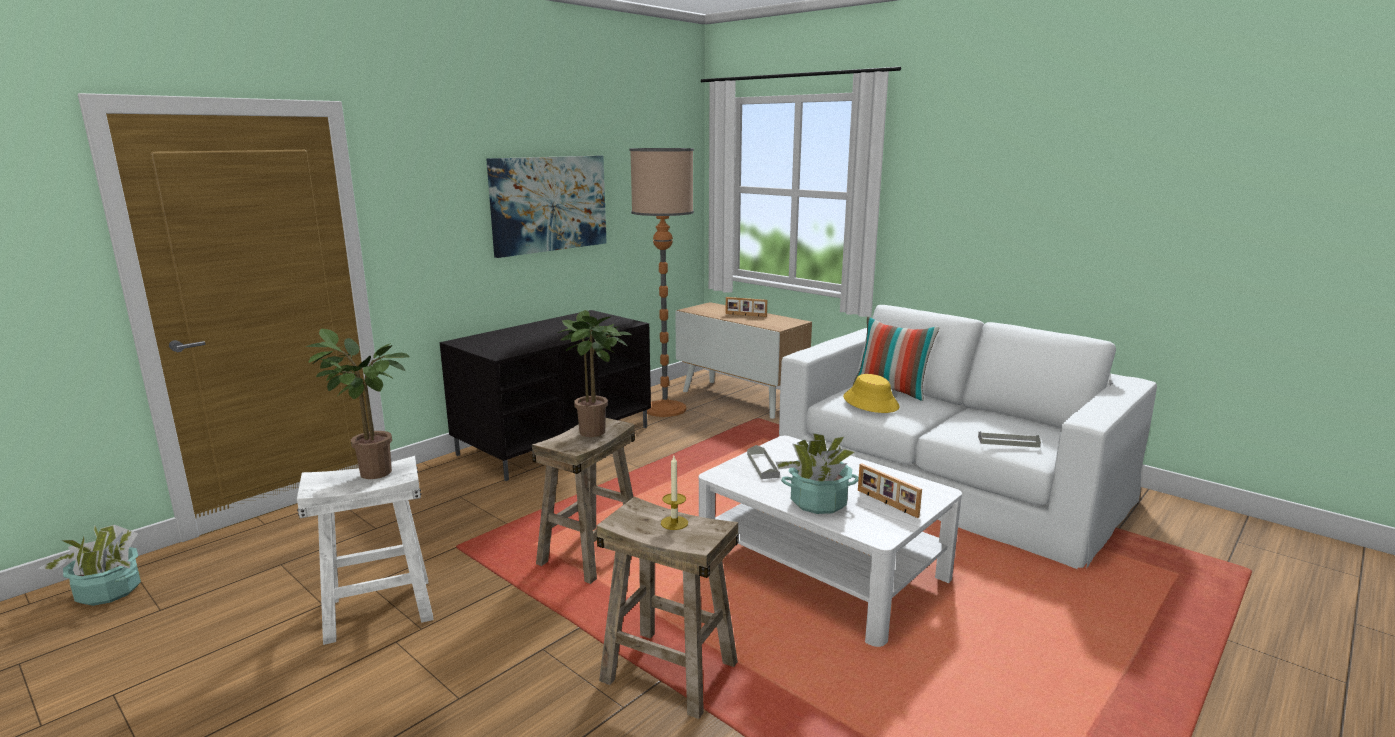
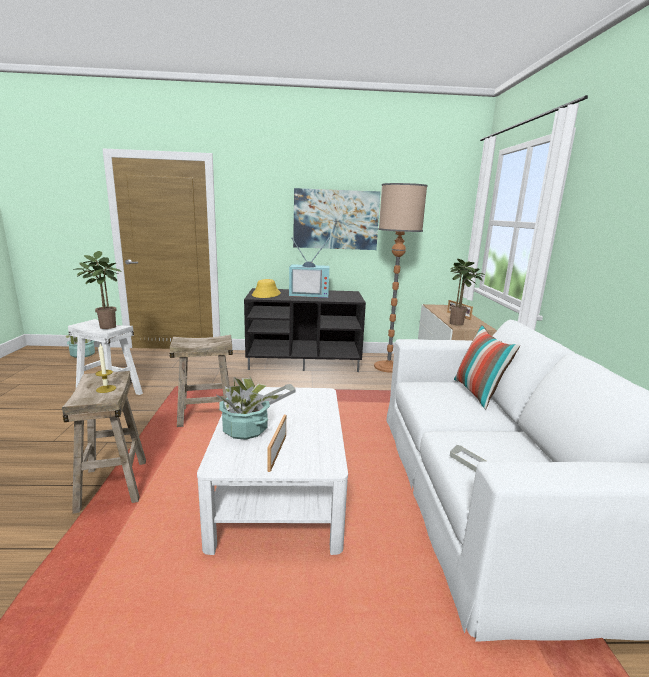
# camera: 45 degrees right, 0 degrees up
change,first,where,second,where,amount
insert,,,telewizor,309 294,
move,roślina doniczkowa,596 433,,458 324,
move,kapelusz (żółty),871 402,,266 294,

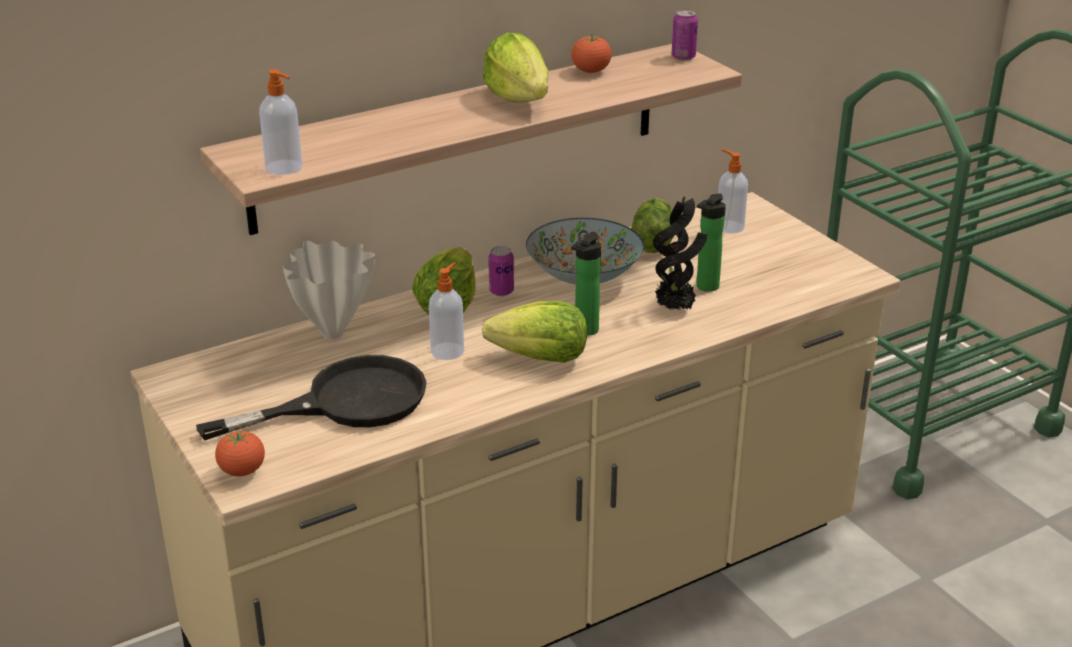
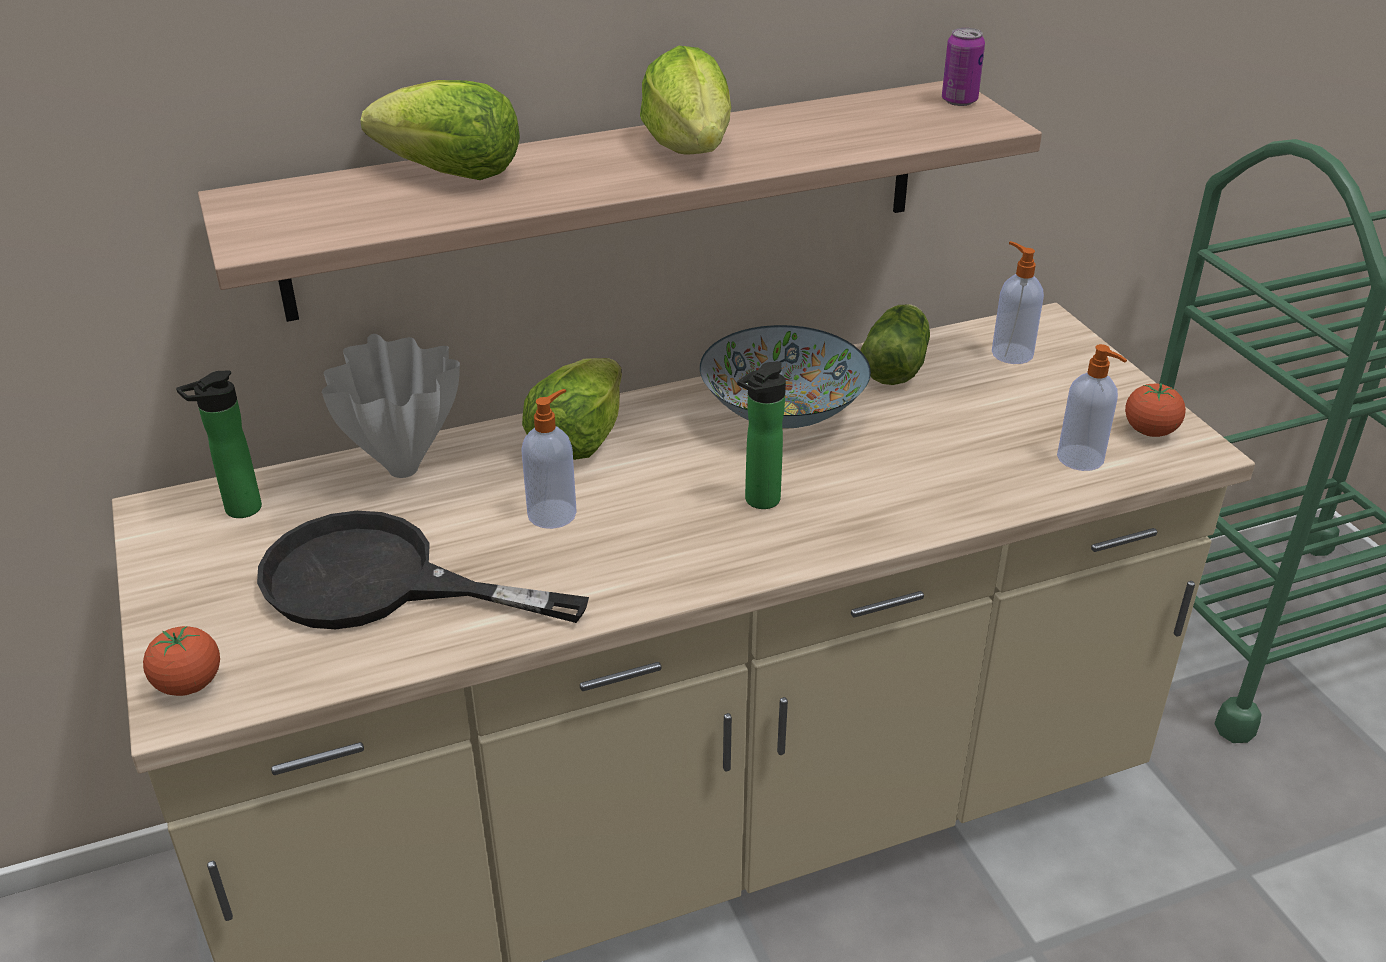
# camera: 10 degrees right, 5 degrees up
change,first,where,second,where,amount
delete,puszka,501 291,,,
delete,roślina doniczkowa,676 309,,,
move,dozownik mydła,285 168,,1081 459,
move,sałata,541 358,,452 174,
move,pomidor,591 71,,1150 431,
move,butelka,705 287,,238 510,
rotate,patelnia (czarny),346 402,,379 583,150 degrees counterclockwise

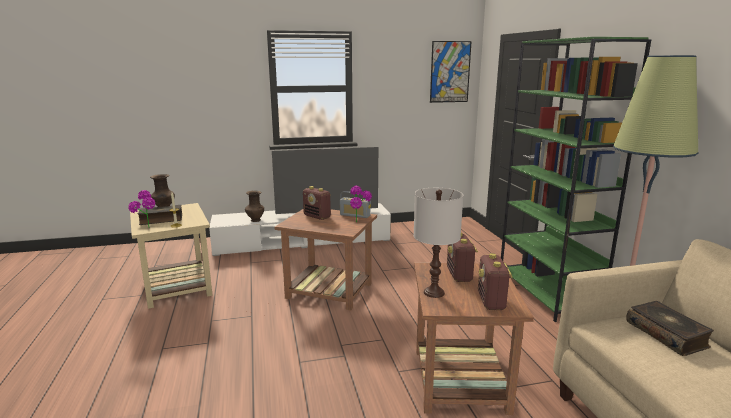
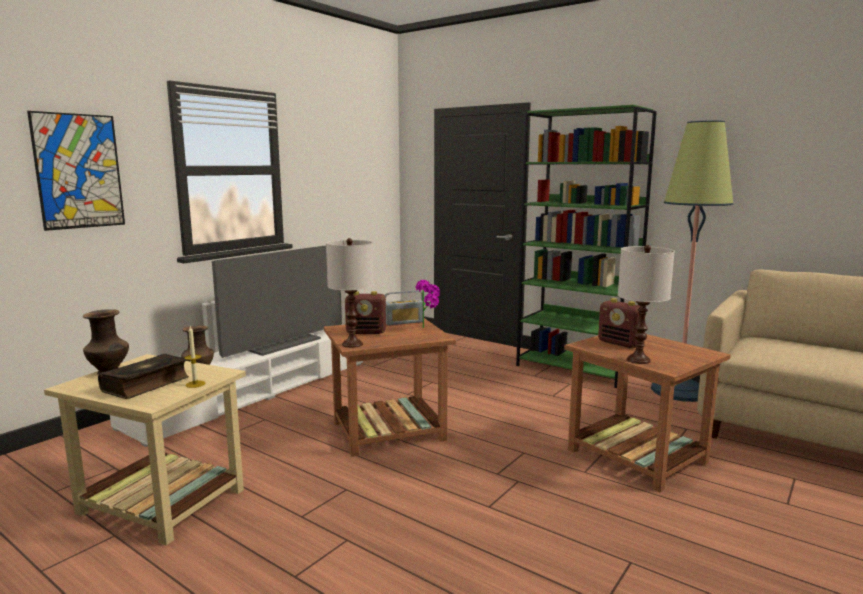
# camera: 40 degrees left, 5 degrees down
change,first,where,second,where,amount
delete,roślina doniczkowa,147 229,,,
delete,radio,491 301,,,
delete,książka,667 334,,,
insert,,,lampa stołowa (biały),352 344,
move,obraz,450 72,,79 171,

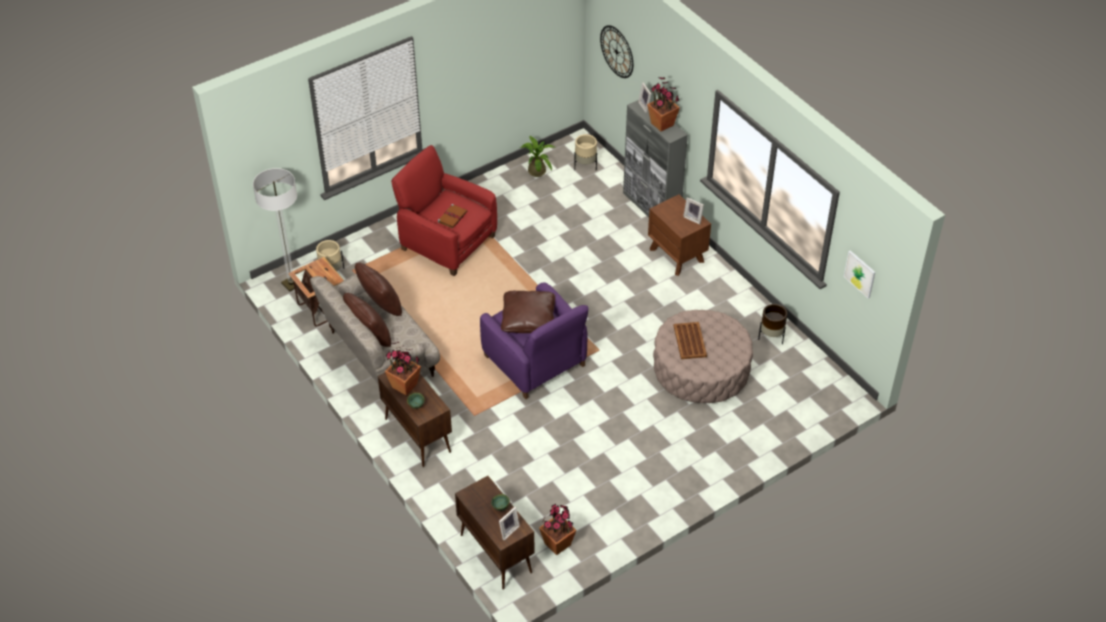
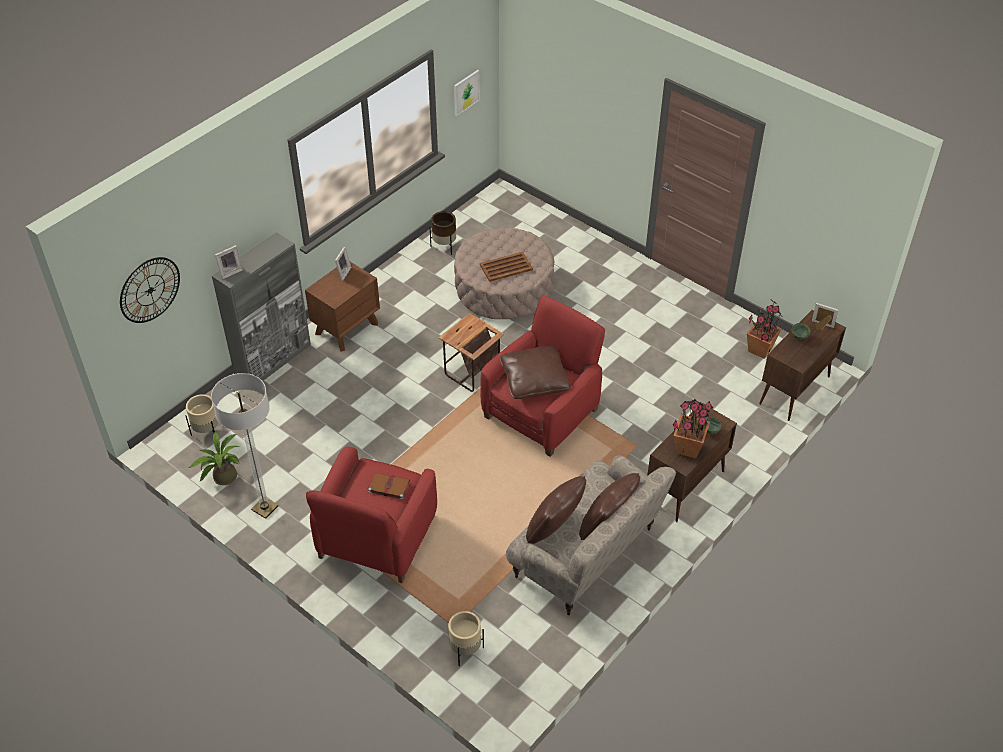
# camera: 105 degrees left, 0 degrees up
change,first,where,second,where,amount
delete,roślina doniczkowa,662 124,,,
move,lampa stojąca,291 284,,265 508,
move,stolik,321 309,,471 373,
recolor,fotel (fioletowy),535 362,fotel (czerwony),542 412,

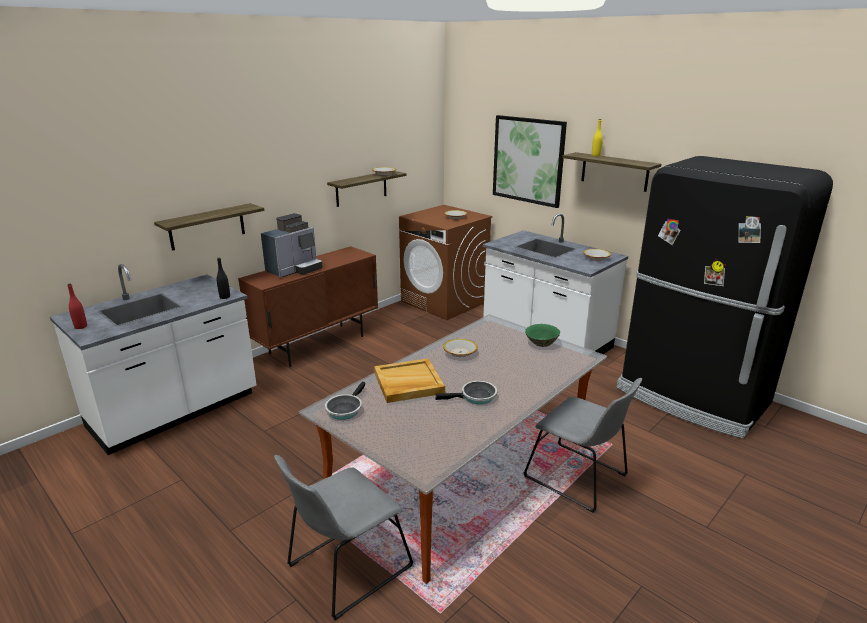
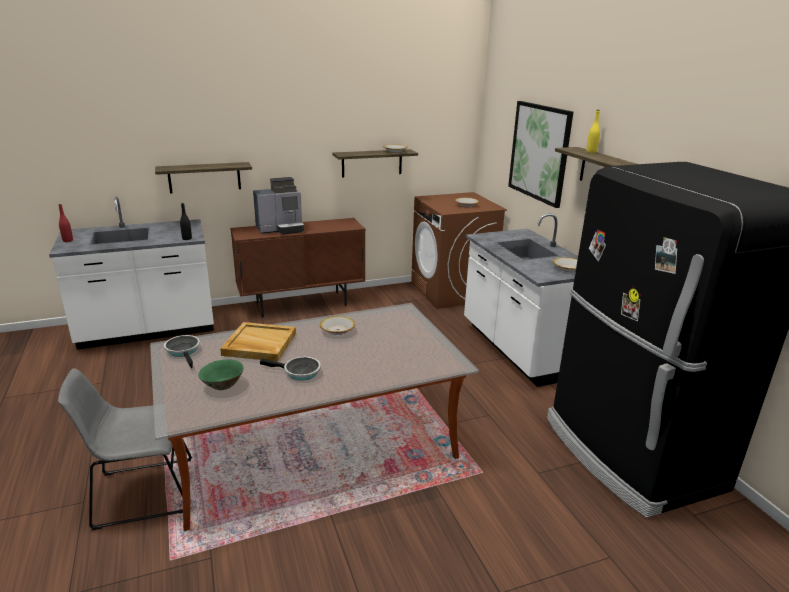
# camera: 25 degrees right, 0 degrees up
change,first,where,second,where,amount
delete,krzesło (szary),579 478,,,
move,miska (zielony),541 343,,222 384,
rotate,patelnia,345 409,,184 351,105 degrees clockwise

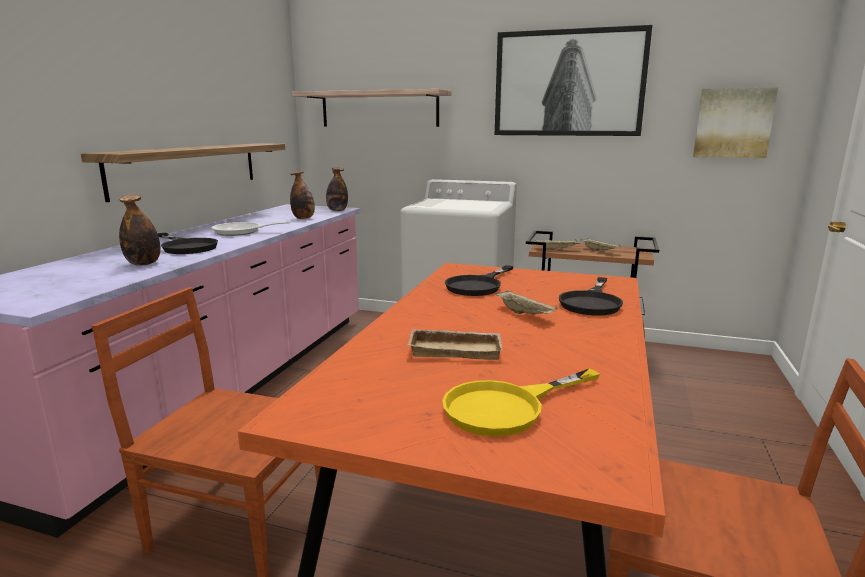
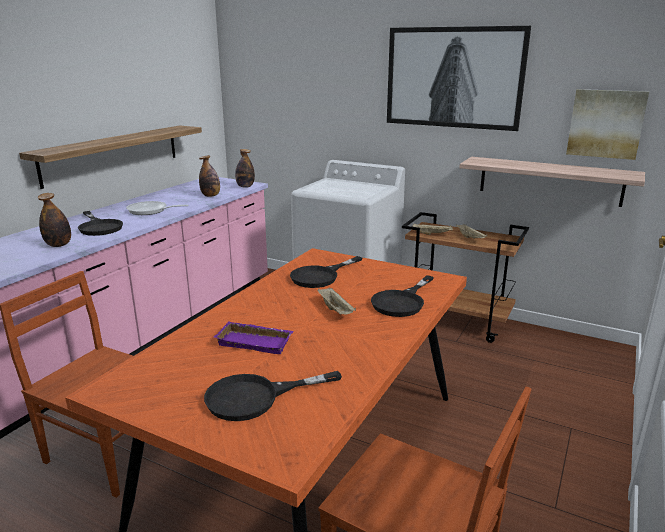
# camera: 10 degrees right, 5 degrees up
change,first,where,second,where,amount
move,półka,379 109,,549 181,
recolor,taca (beżowy),456 349,taca (fioletowy),256 341,
recolor,patelnia (żółty),507 407,patelnia (czarny),255 397,

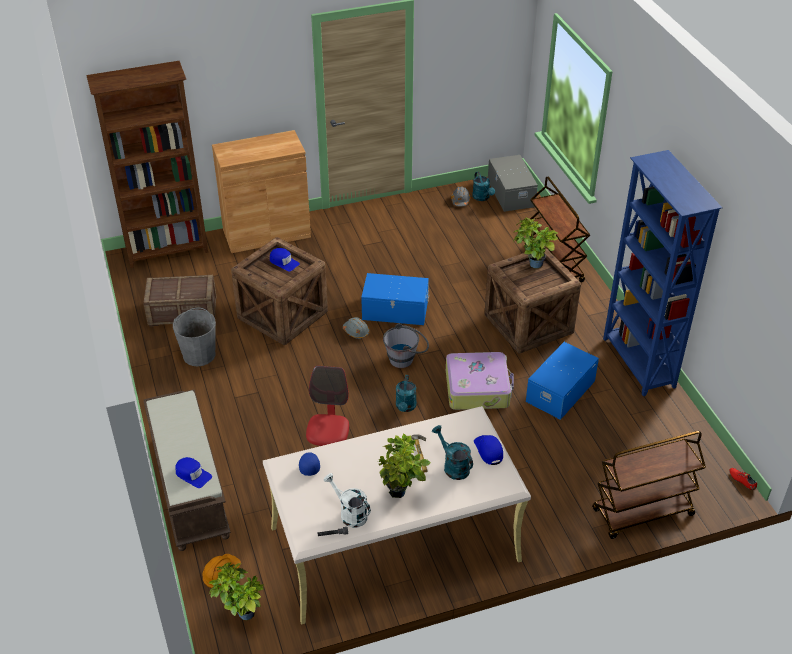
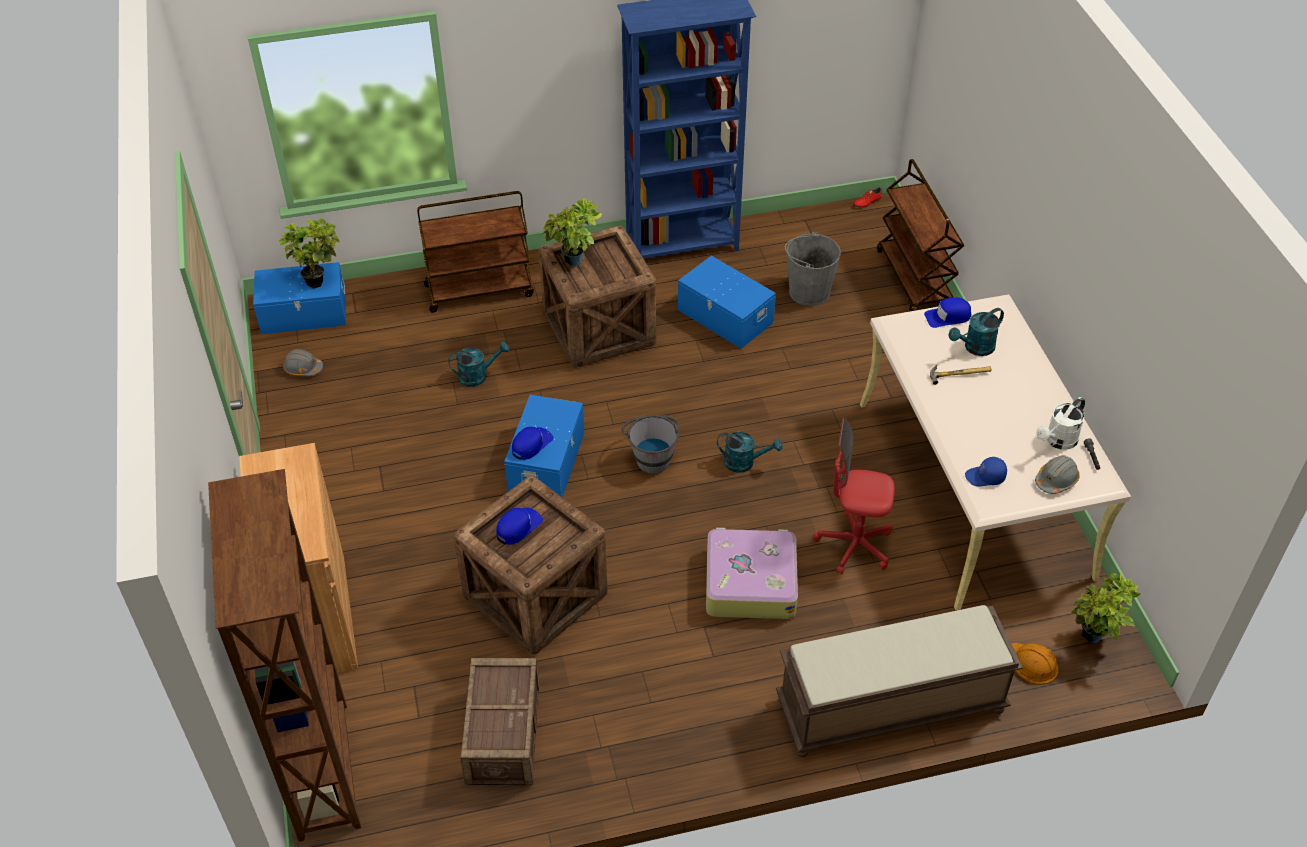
# camera: 85 degrees left, 5 degrees up
change,first,where,second,where,amount
move,wiadro (szary),199 354,,809 292,
move,czapka z daszkiem (niebieski),193 474,,531 444,
move,kask (szary),356 332,,1056 480,
move,roślina doniczkowa,401 494,,319 280,
move,walizka,478 388,,749 582,
move,konewka (turkusowy),482 198,,478 375,
recolor,pojemnik do przechowywania (szary),510 193,pojemnik do przechowywania (niebieski),304 313,

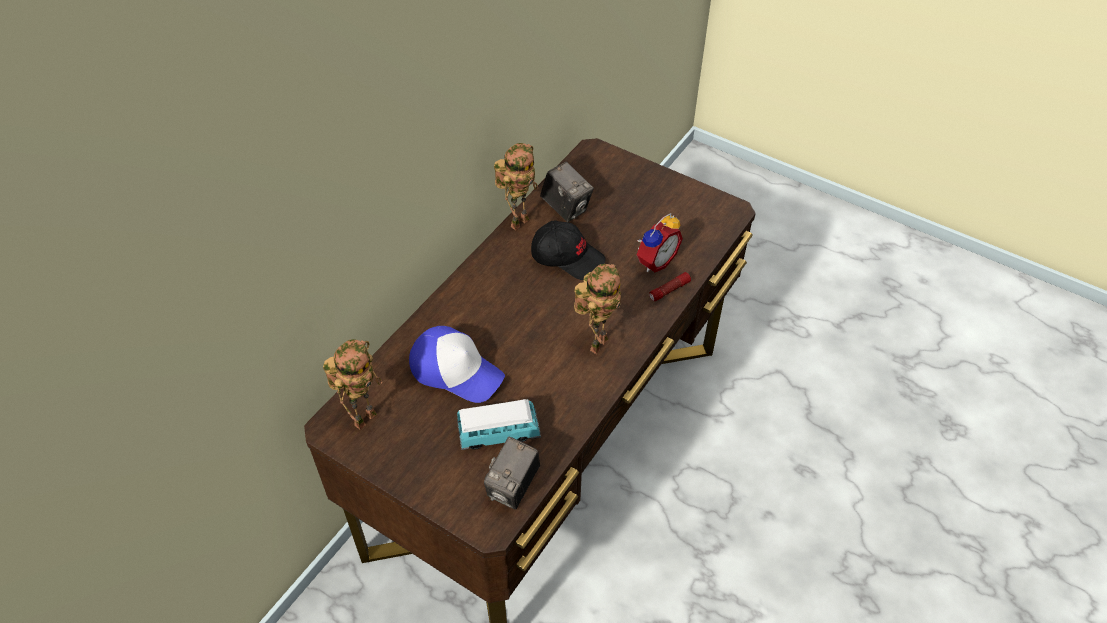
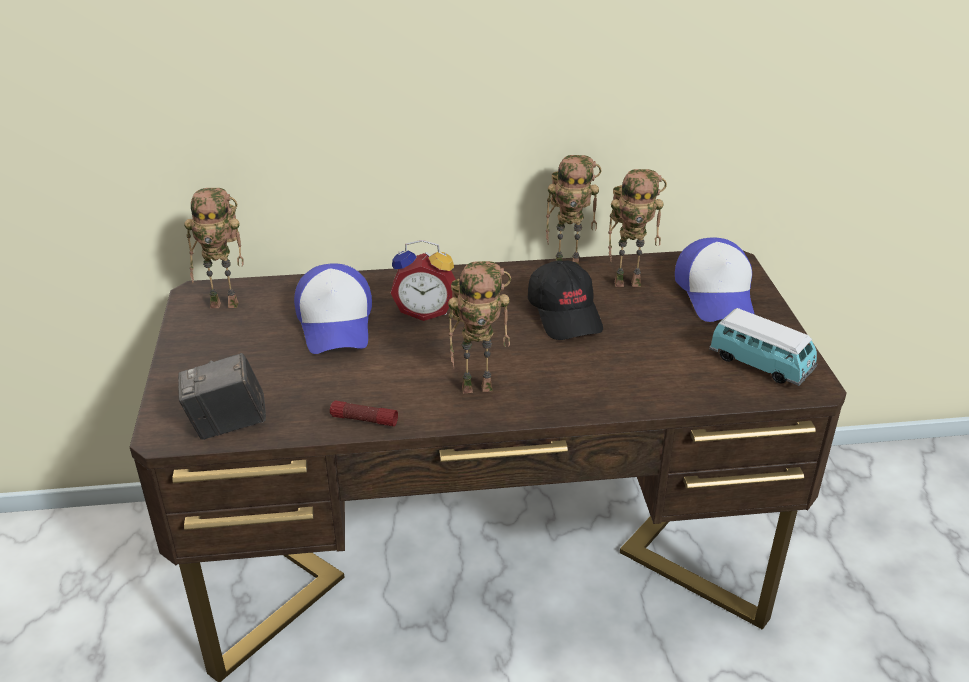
# camera: 50 degrees right, 15 degrees down
change,first,where,second,where,amount
insert,,,czapka z daszkiem,716 294,
move,samochodzik,499 433,,760 364,
move,budzik,654 261,,425 311,
move,latarka,669 290,,364 420,
replace,aparat fotograficzny,566 208,robot zabawkowy,629 282,

